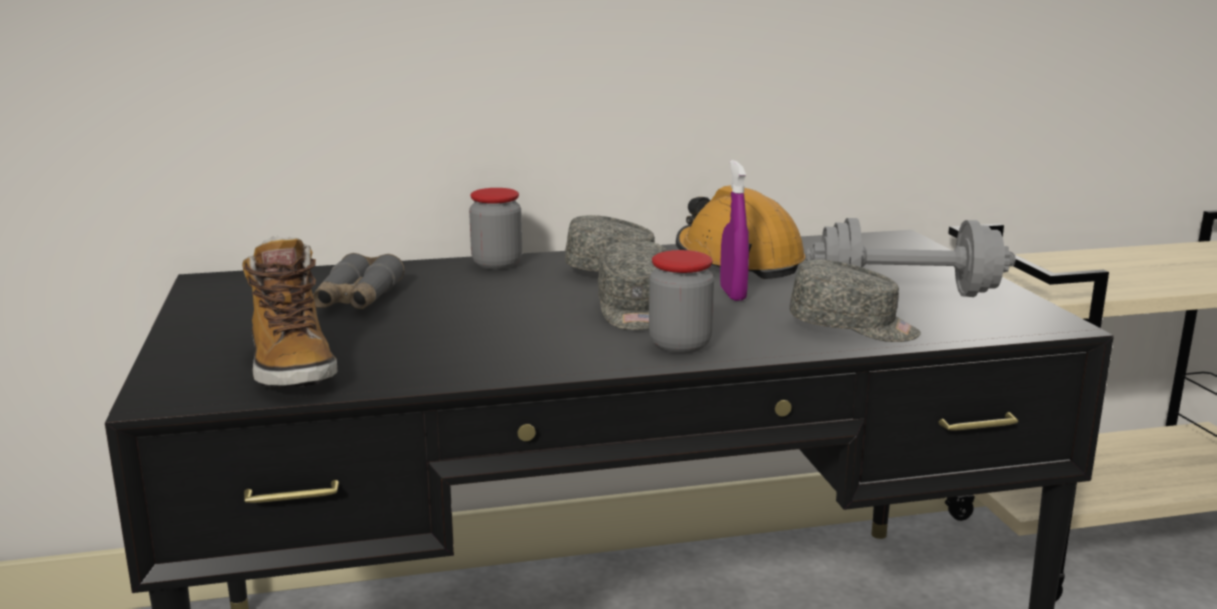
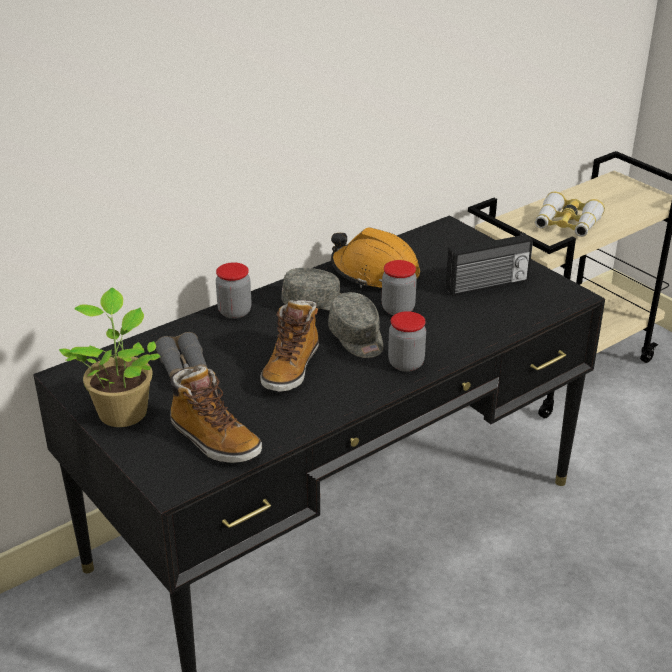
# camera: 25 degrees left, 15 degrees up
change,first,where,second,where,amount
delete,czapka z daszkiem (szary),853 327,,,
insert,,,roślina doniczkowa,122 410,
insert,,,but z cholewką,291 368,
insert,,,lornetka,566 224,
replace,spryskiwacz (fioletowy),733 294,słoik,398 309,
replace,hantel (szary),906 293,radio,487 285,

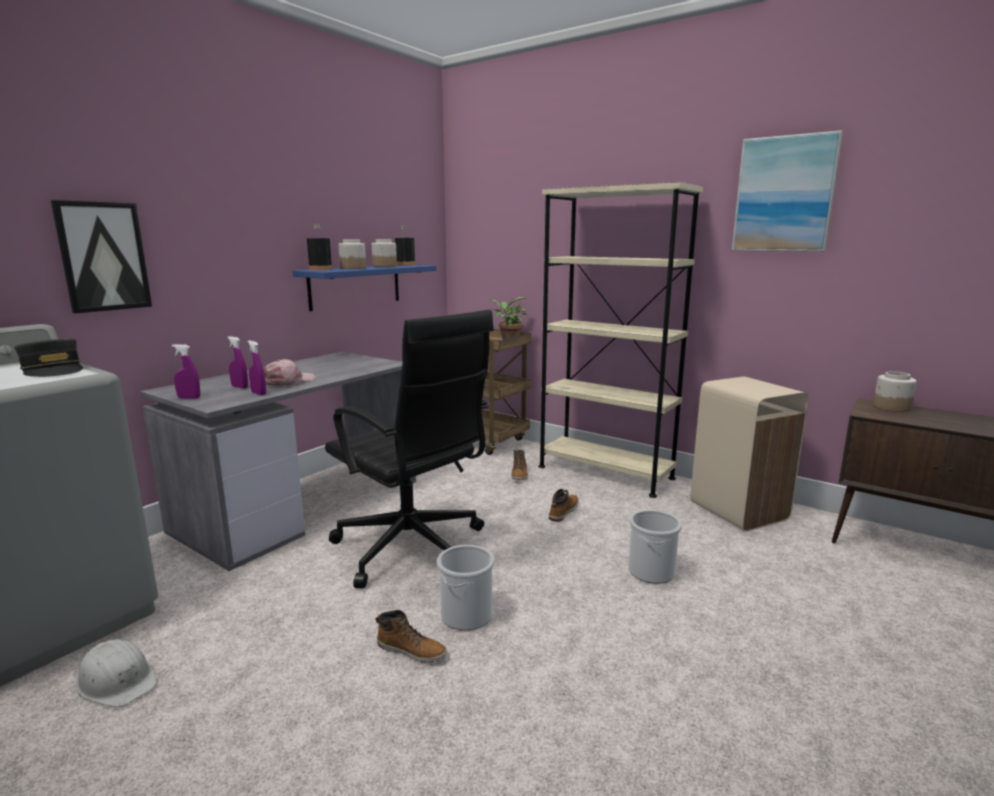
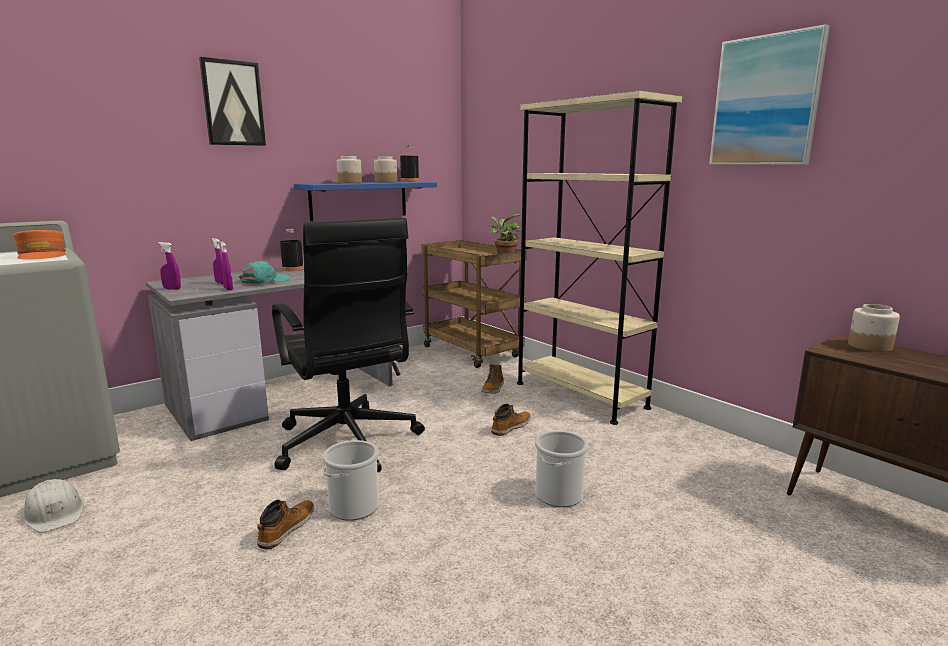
# camera: 15 degrees right, 0 degrees up
change,first,where,second,where,amount
delete,kosz na śmieci (beżowy),738 511,,,
move,obraz,103 256,,233 103,
move,butelka (czarny),320 269,,293 269,
recolor,czapka z daszkiem (szary),53 370,czapka z daszkiem (pomarańczowy),42 256,
recolor,czapka z daszkiem (różowy),288 381,czapka z daszkiem (turkusowy),265 281,
rotate,but z cholewką,412 650,,286 529,105 degrees counterclockwise

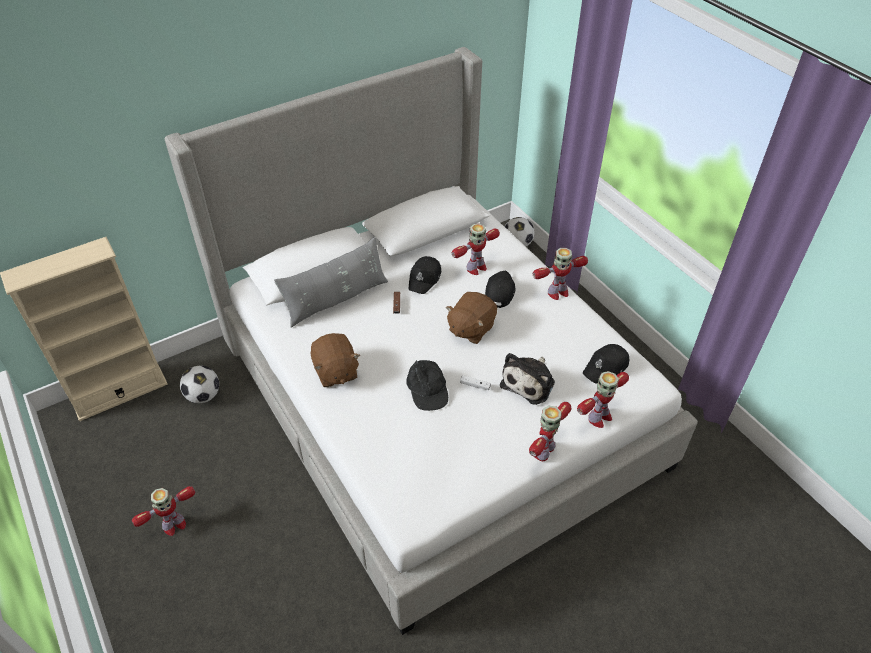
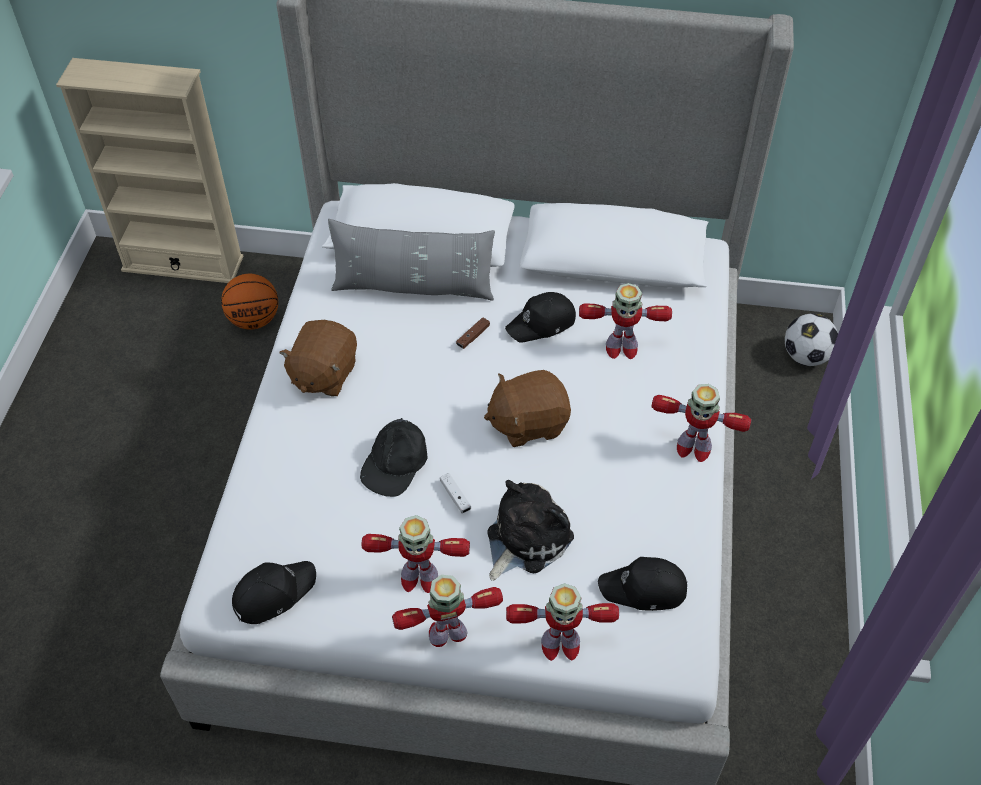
# camera: 40 degrees right, 5 degrees up
change,first,where,second,where,amount
move,robot zabawkowy,173 525,,418 578,
move,czapka z daszkiem (czarny),499 291,,273 593,
replace,piłka futbolowa,203 396,piłka do koszykówki,254 320,
rotate,pluszak,529 382,,525 539,150 degrees clockwise

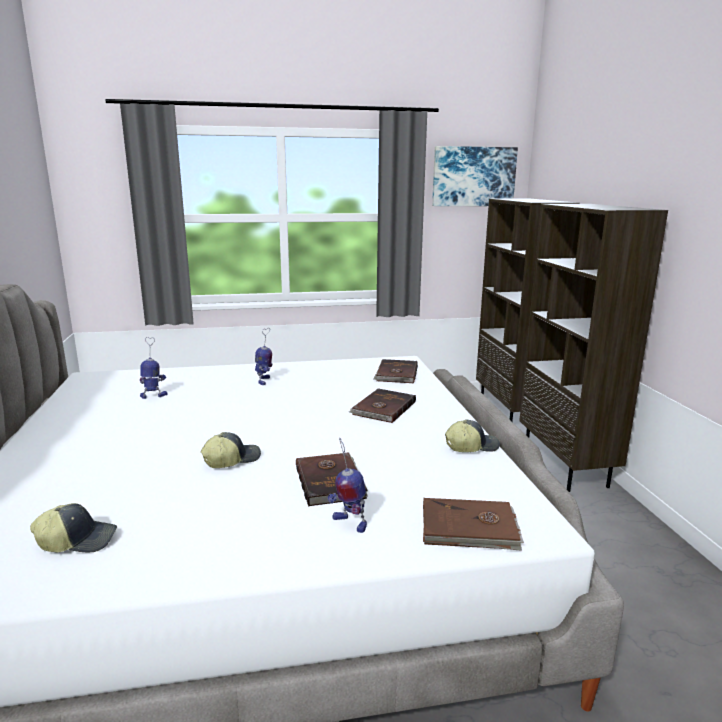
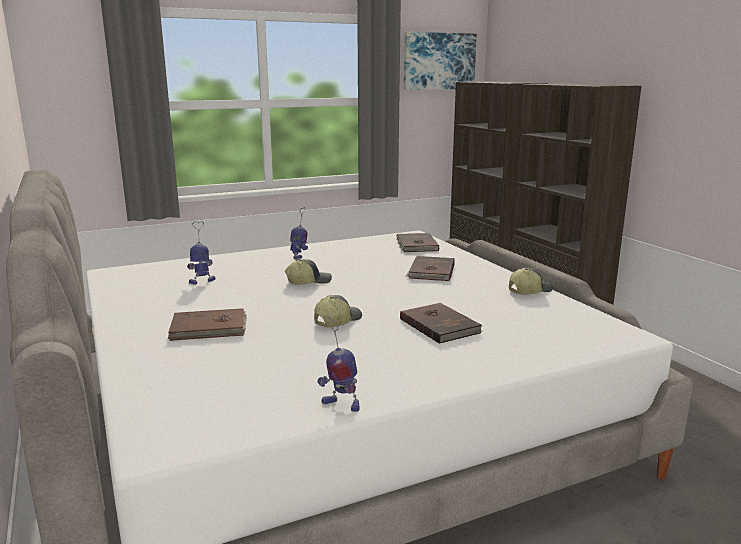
# camera: 15 degrees left, 0 degrees up
change,first,where,second,where,amount
move,czapka z daszkiem,78 540,,309 281,
move,robot zabawkowy,349 523,,340 405,
move,książka (brązowy),469 528,,209 328,

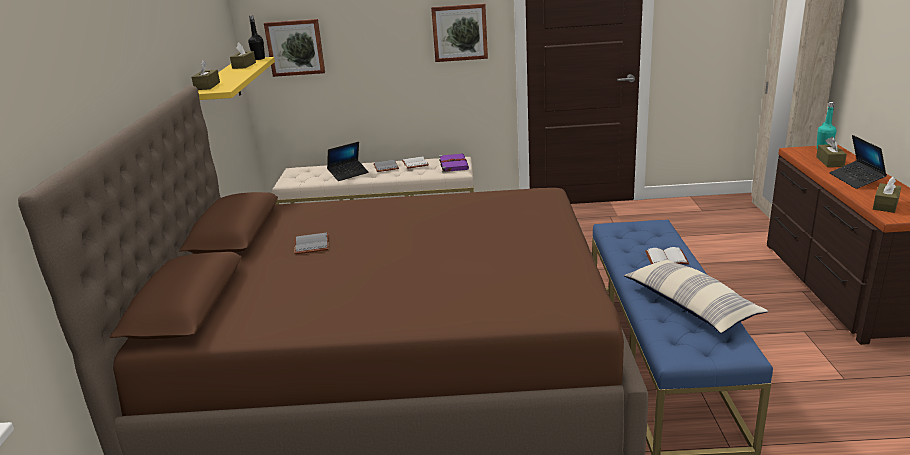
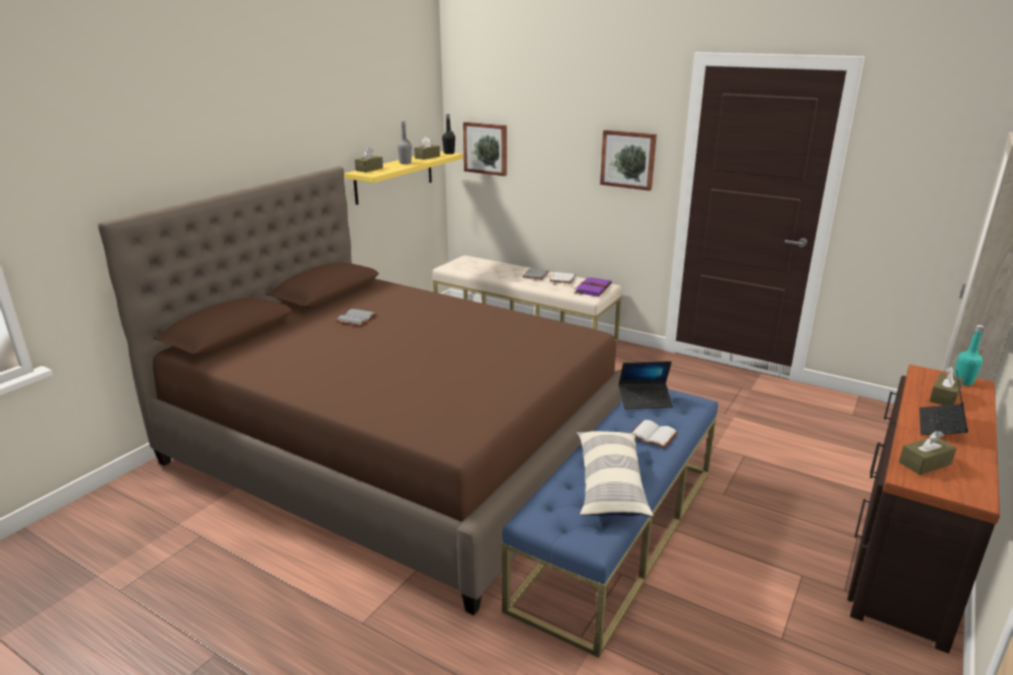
# camera: 30 degrees right, 0 degrees up
change,first,where,second,where,amount
insert,,,butelka (szary),405 163,
move,laptop,348 174,,645 400,

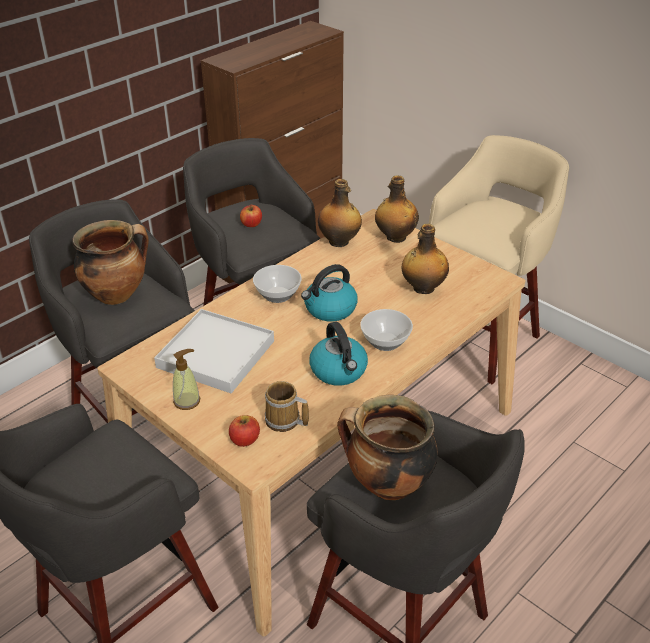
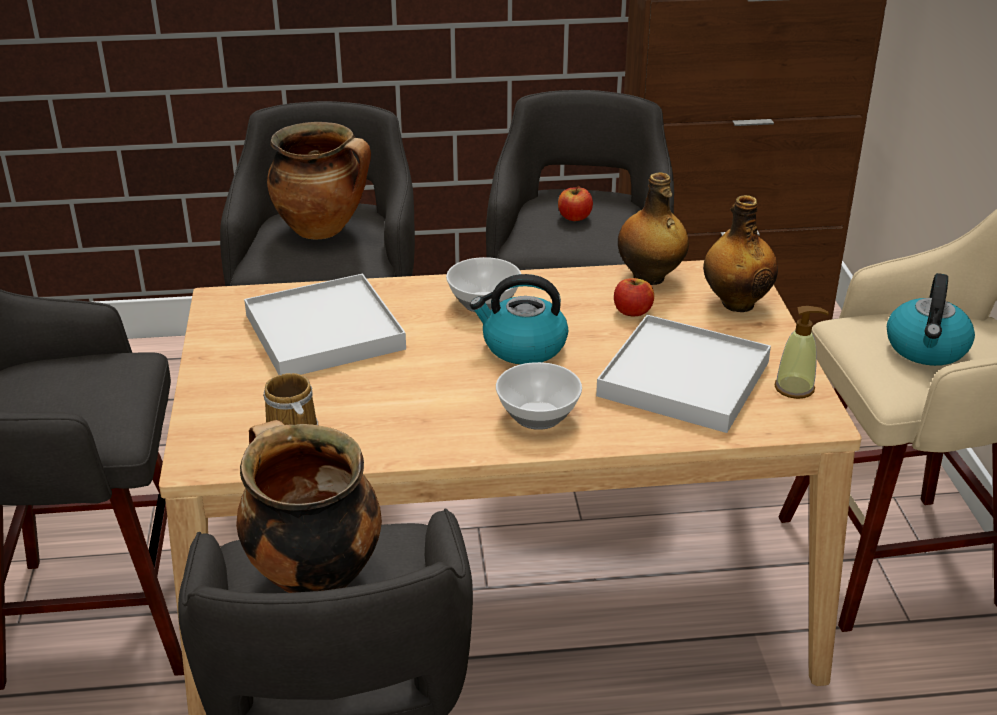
# camera: 40 degrees right, 5 degrees down
change,first,where,second,where,amount
move,dozownik mydła,187 401,,794 388,
move,jabłko,244 440,,632 311,
move,czajnik,339 371,,926 349,
replace,butelka,423 288,taca (biały),683 379,

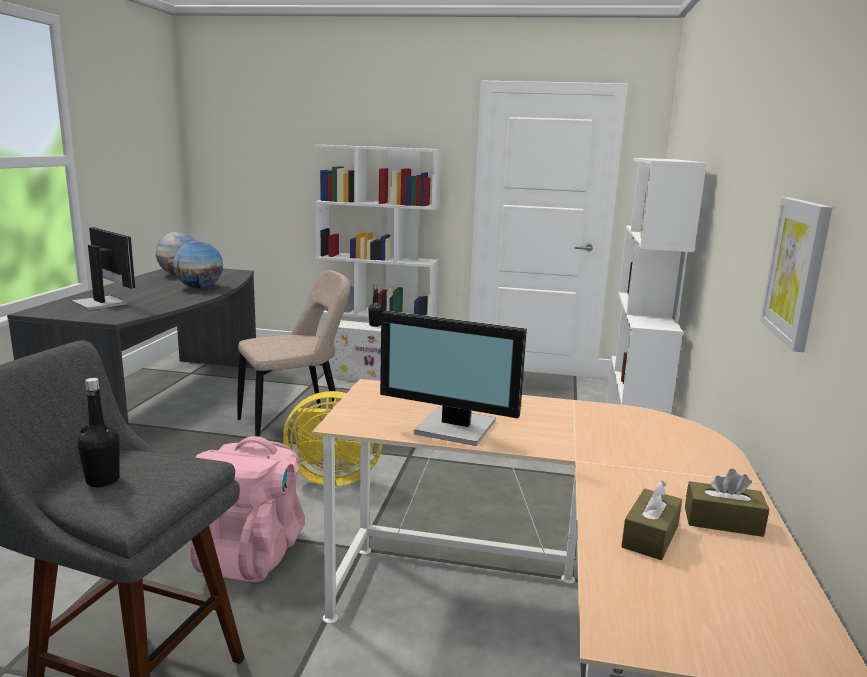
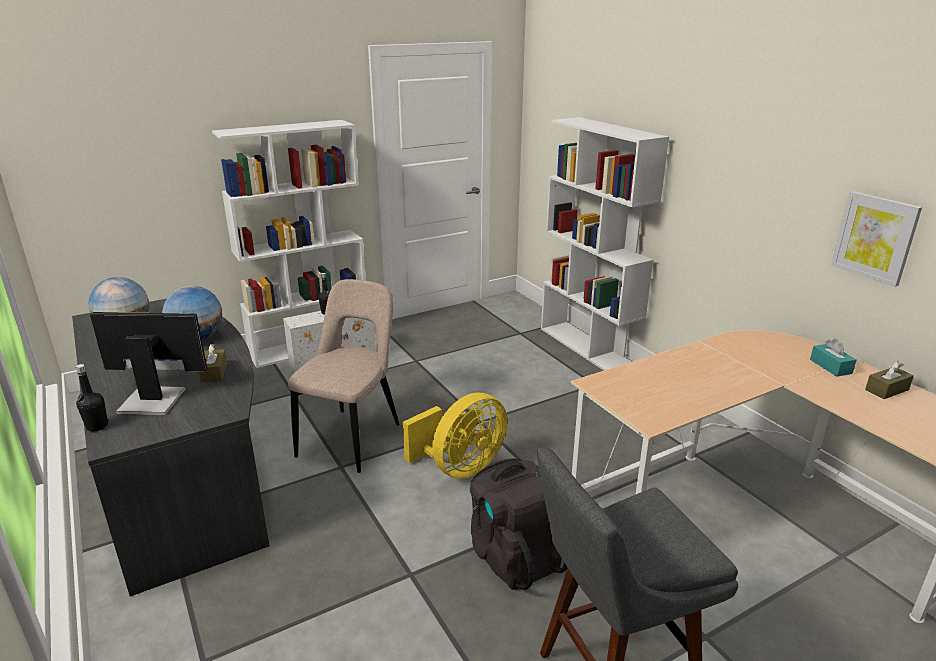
# camera: 40 degrees left, 10 degrees up
change,first,where,second,where,amount
delete,monitor,455 429,,,
insert,,,pudełko chusteczek (turkusowy),830 366,
move,butelka (czarny),103 480,,97 426,
move,pudełko chusteczek (brązowy),650 536,,214 372,
recolor,plecak (różowy),251 553,plecak (czarny),514 555,

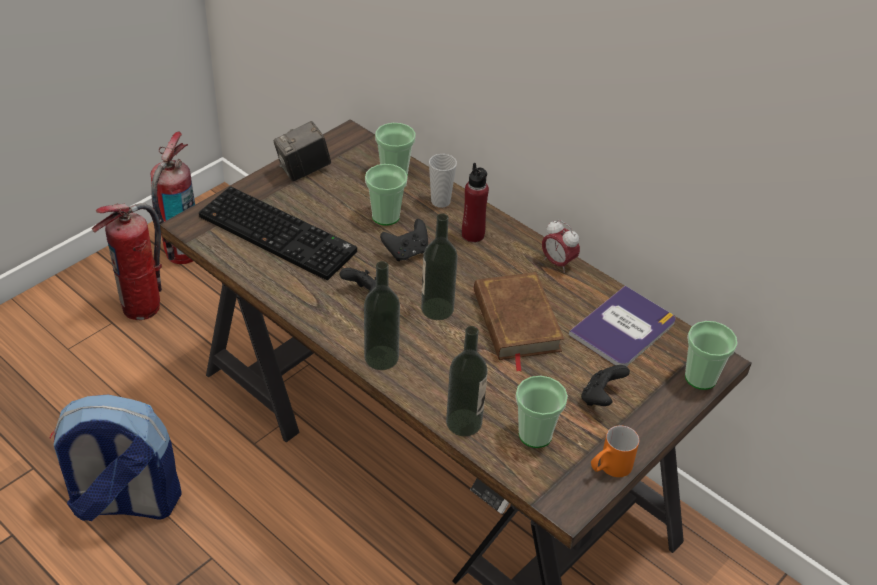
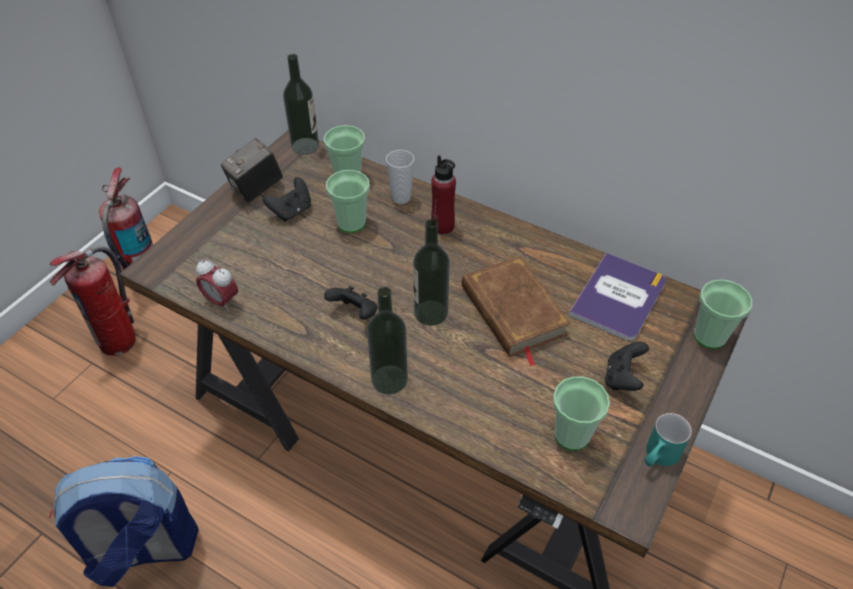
# camera: 10 degrees left, 5 degrees up
change,first,where,second,where,amount
delete,klawiatura,280 233,,,
move,pad do gier (czarny),406 252,,291 211,
move,butelka,464 422,,305 146,
move,budzik,557 263,,221 301,
recolor,kubek (pomarańczowy),609 468,kubek (turkusowy),658 457,

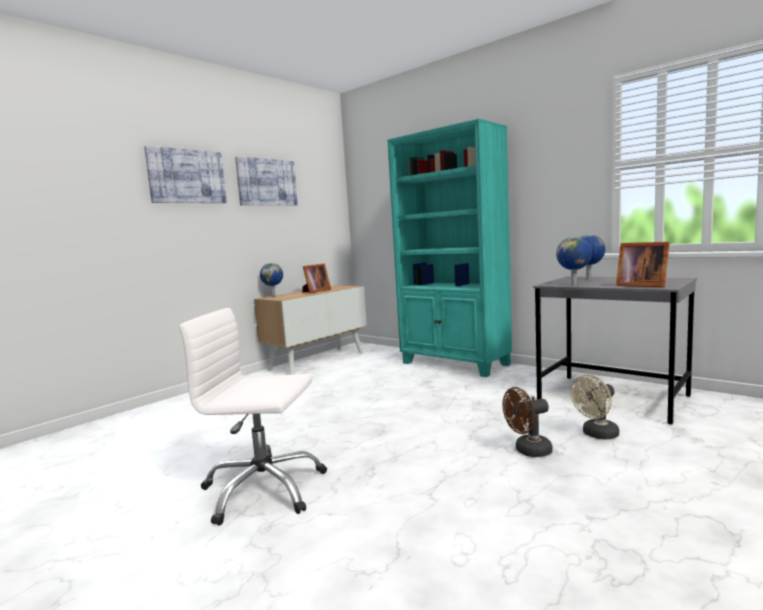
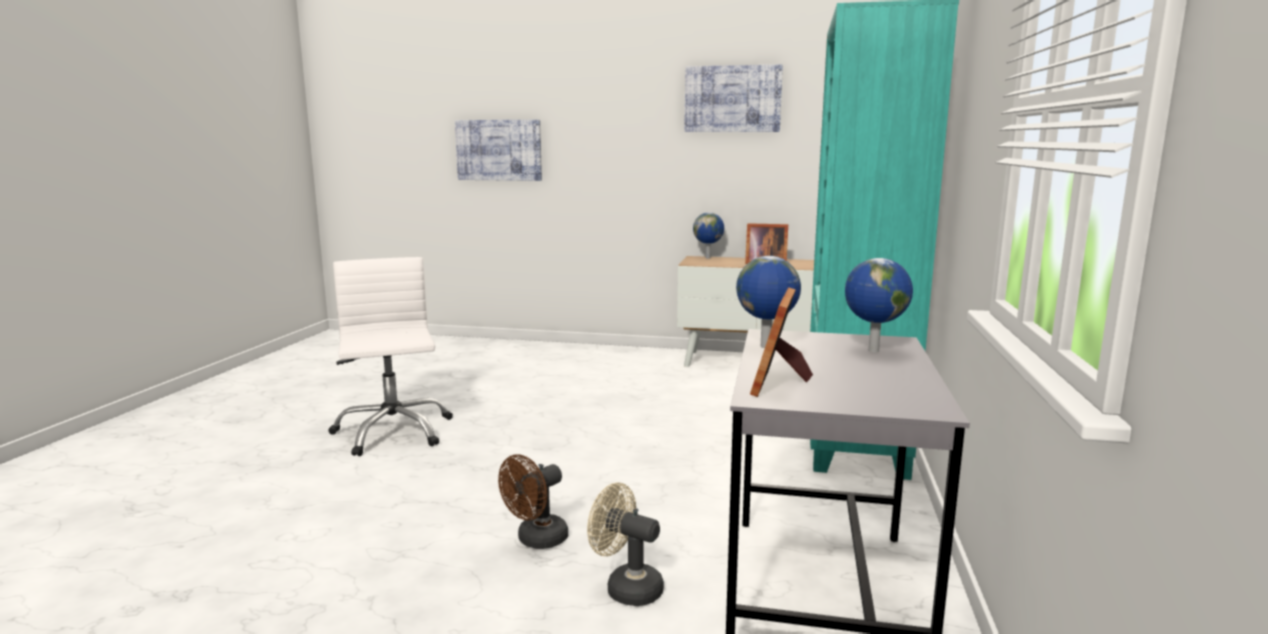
# camera: 60 degrees right, 5 degrees up
change,first,where,second,where,amount
move,obraz,187 176,,499 150,
rotate,wentylator (brązowy),528 451,,536 540,90 degrees counterclockwise

